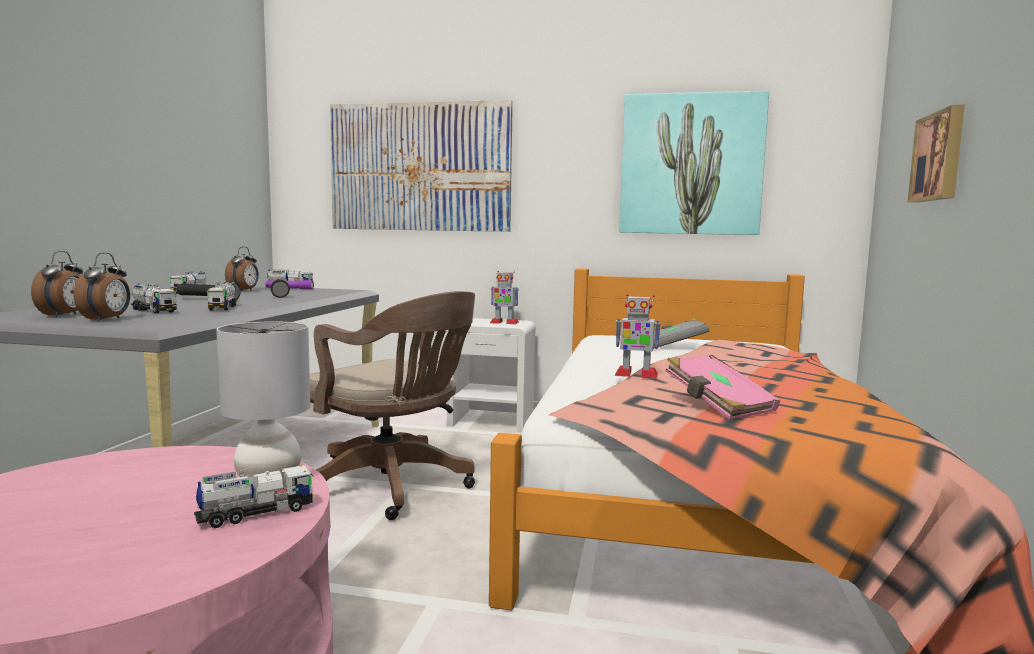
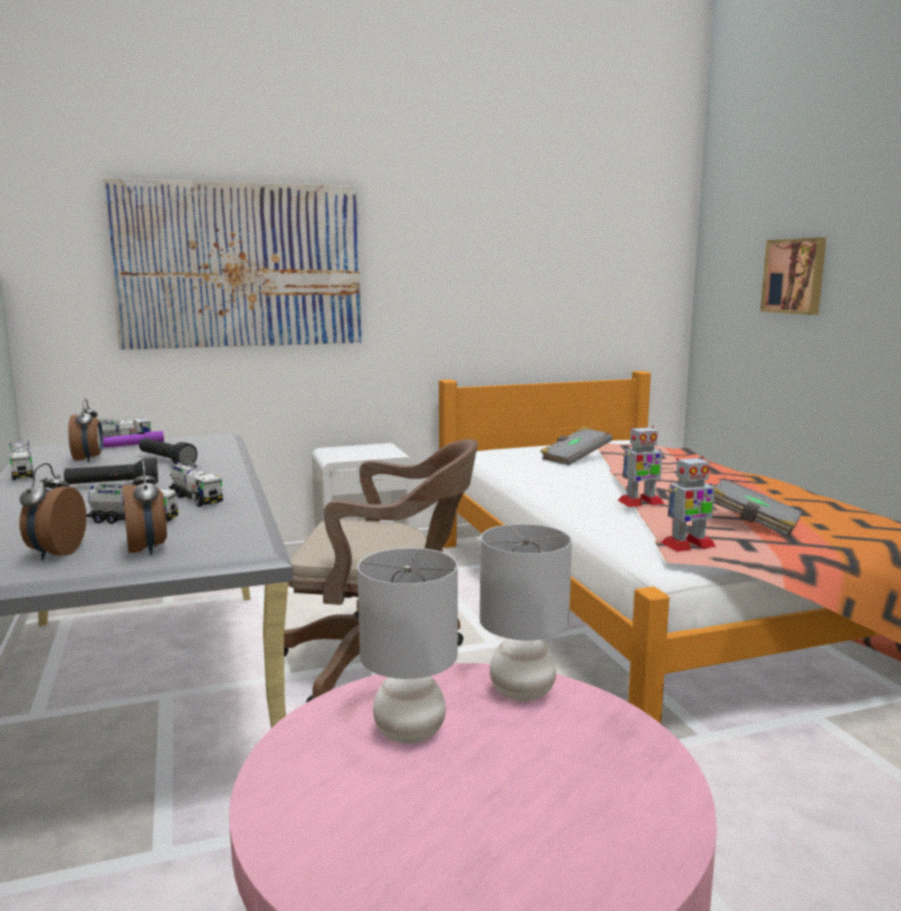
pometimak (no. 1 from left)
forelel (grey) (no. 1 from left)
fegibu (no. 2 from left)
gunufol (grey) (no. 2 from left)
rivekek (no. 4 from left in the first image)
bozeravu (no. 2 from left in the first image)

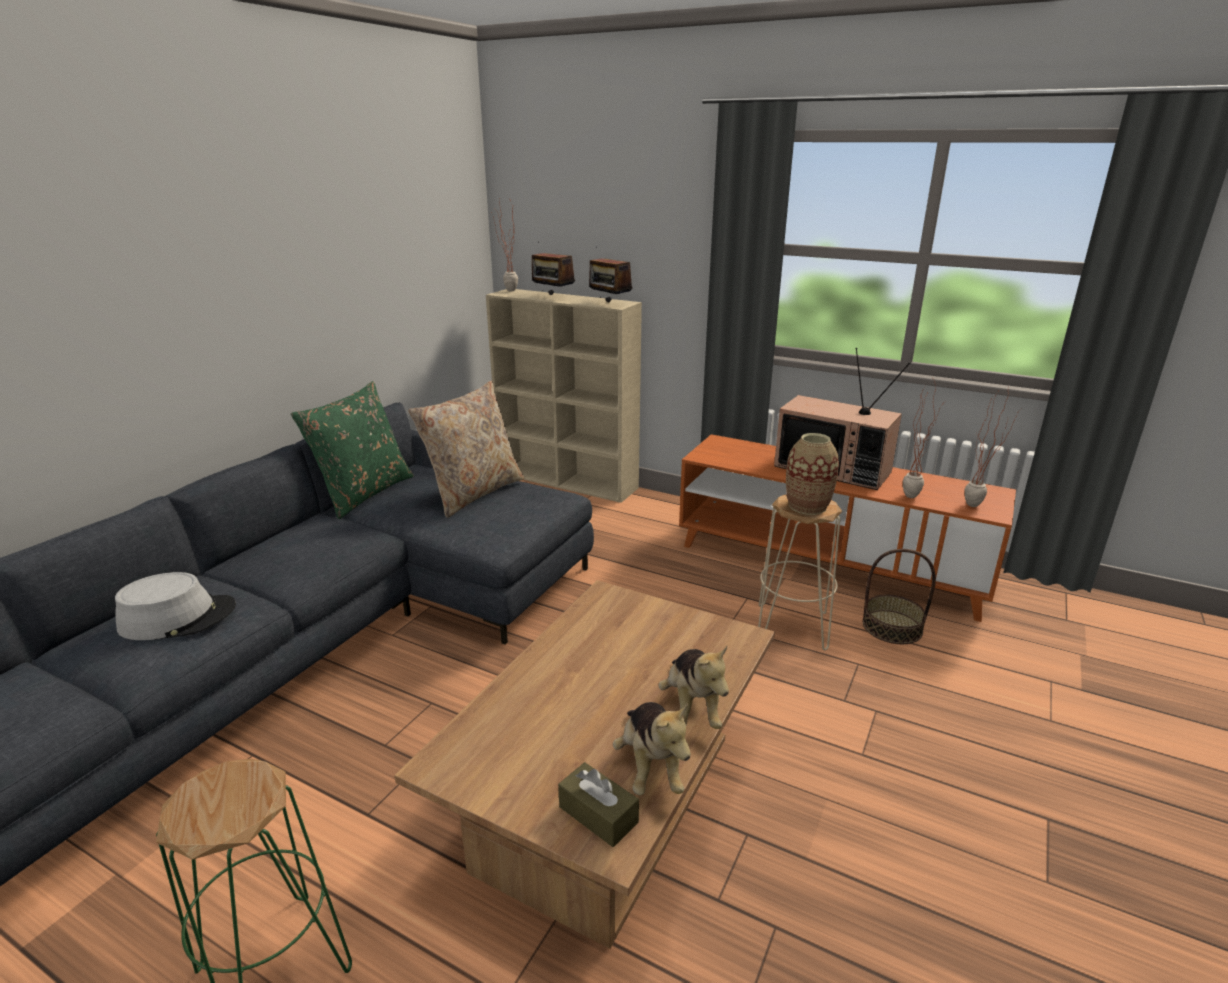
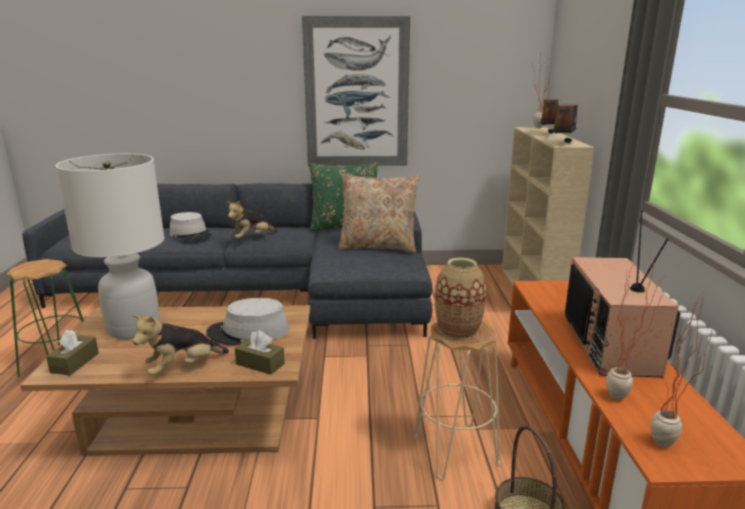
forelel (white)
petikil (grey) (no. 2 from left)
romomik (no. 2 from left)
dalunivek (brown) (no. 2 from left)
bozeravu

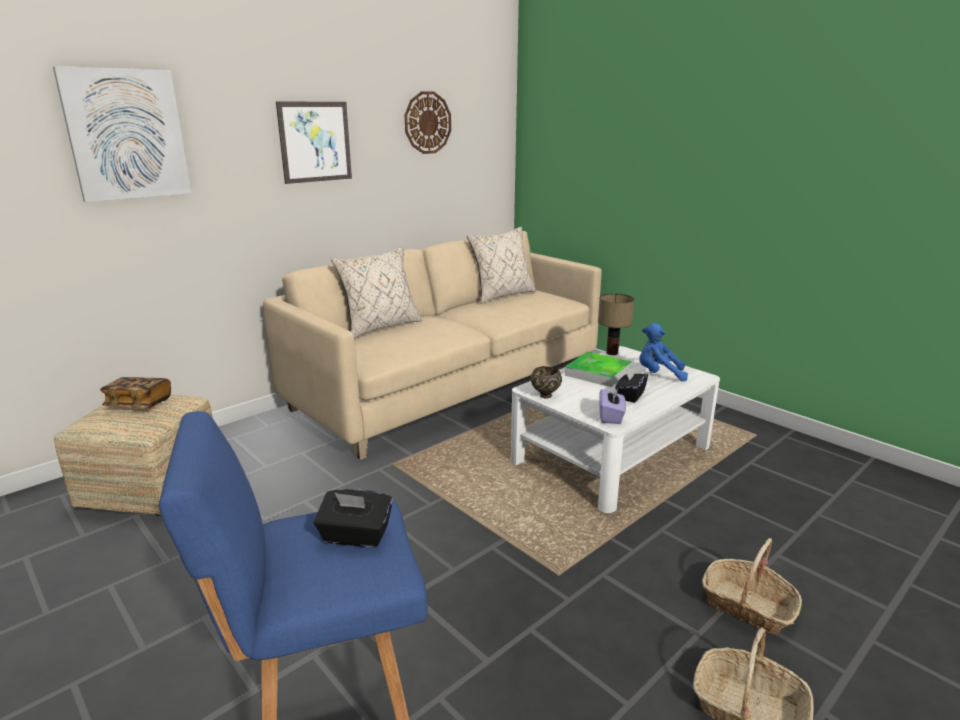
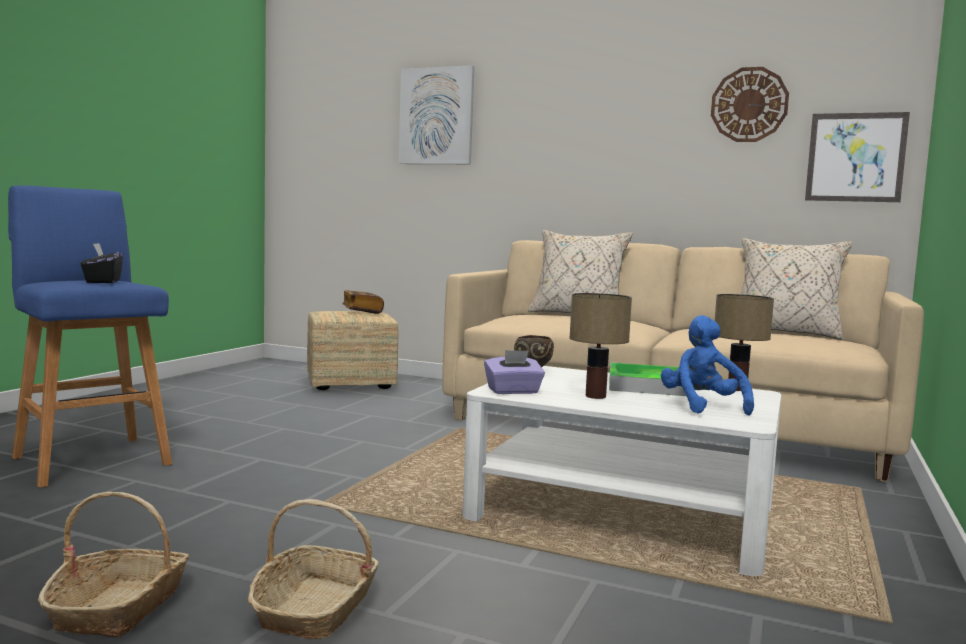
forelel (no. 1 from left)
bozeravu (no. 2 from left)

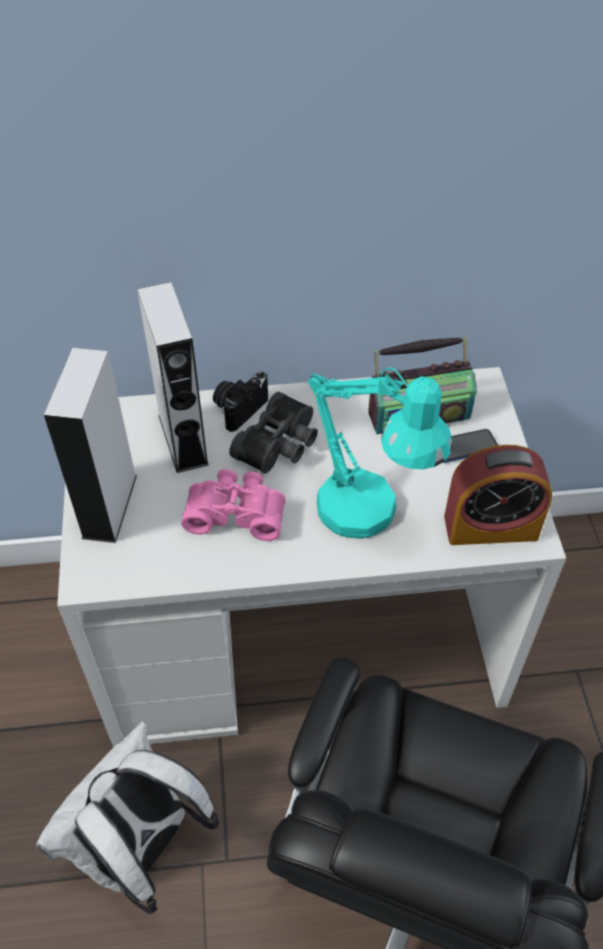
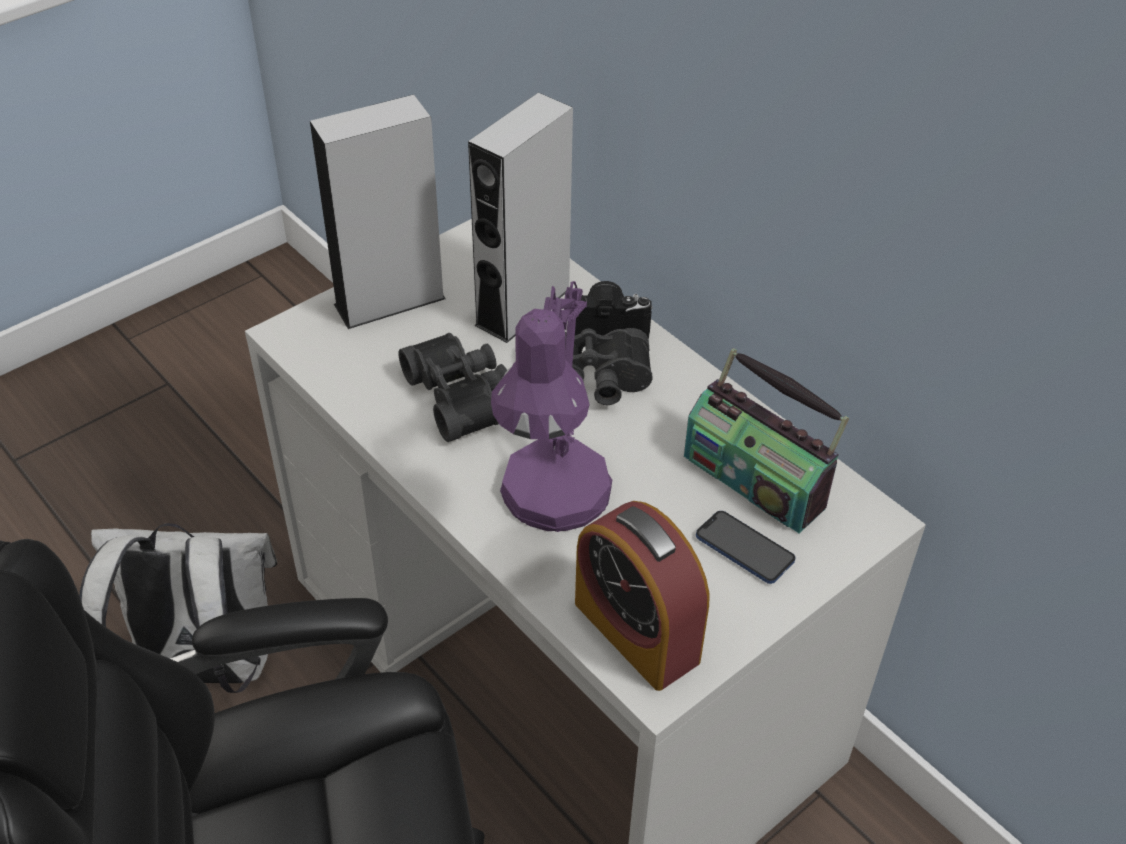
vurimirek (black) (no. 1 from left)
forelel (purple)

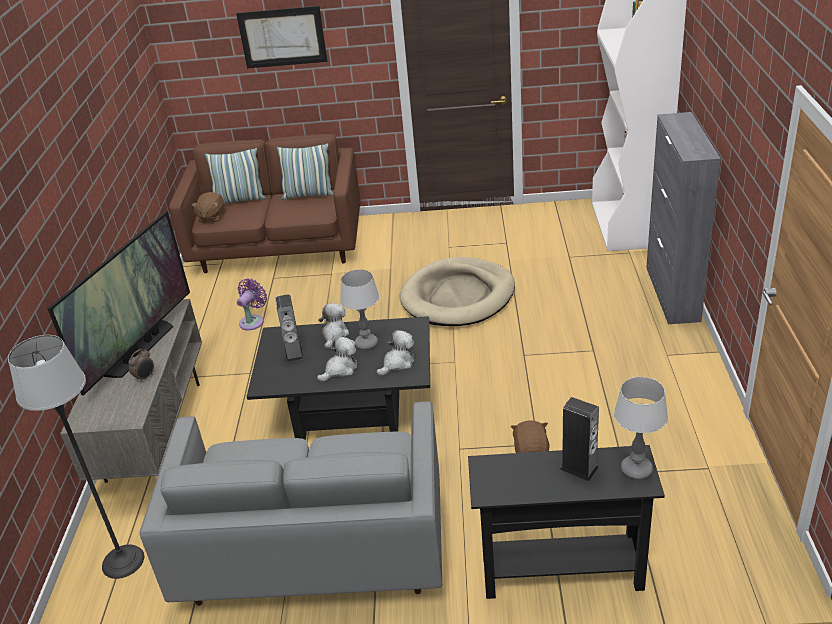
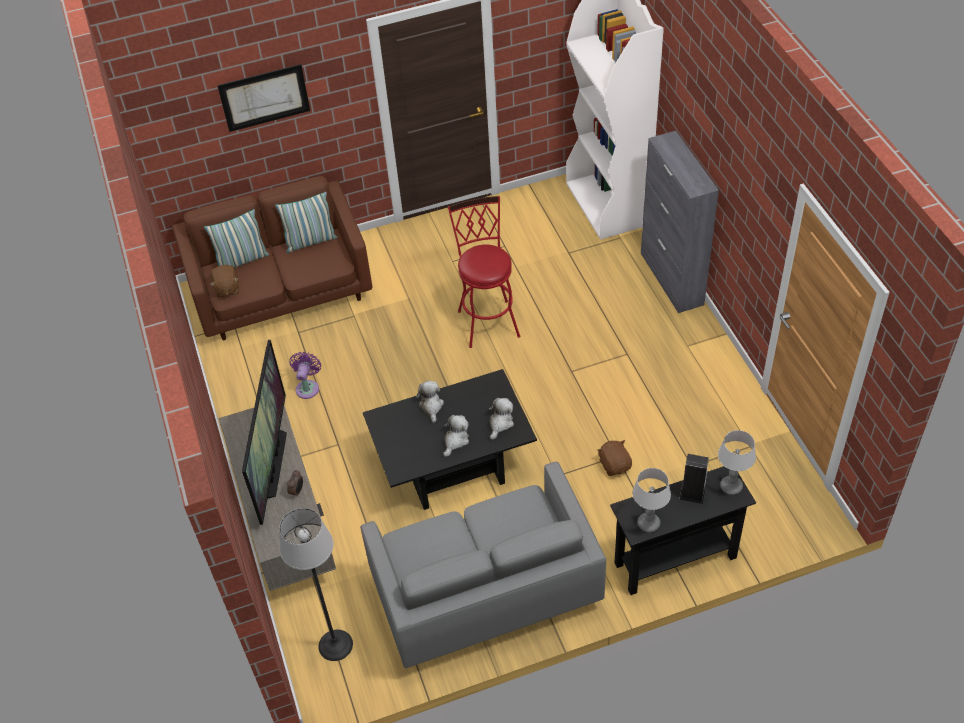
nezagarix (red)
forelel (no. 1 from left)
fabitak (no. 1 from left in the first image)

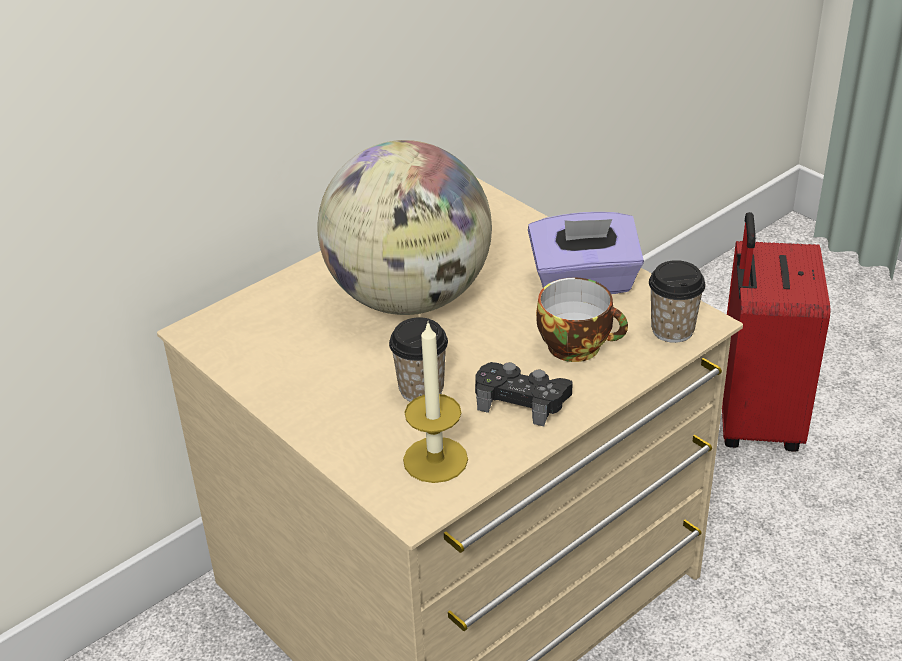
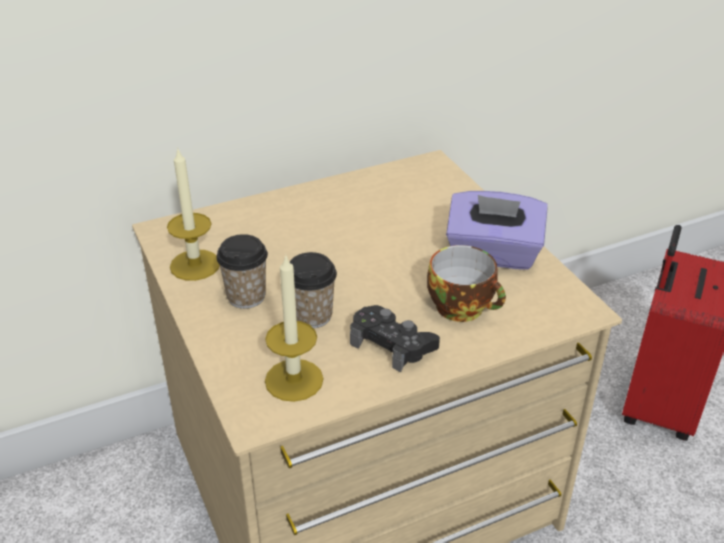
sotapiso (no. 1 from left)
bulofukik (no. 1 from left)
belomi

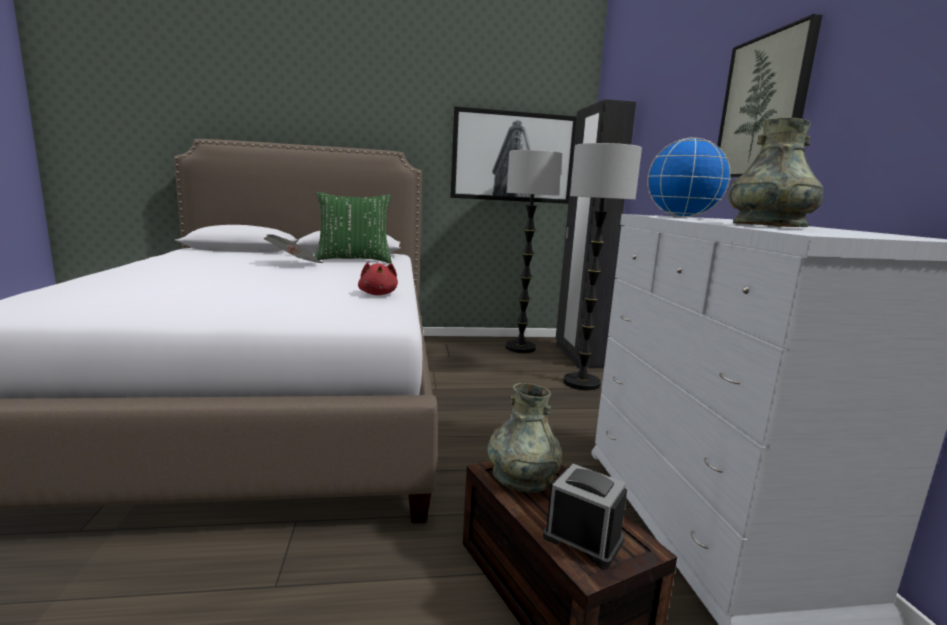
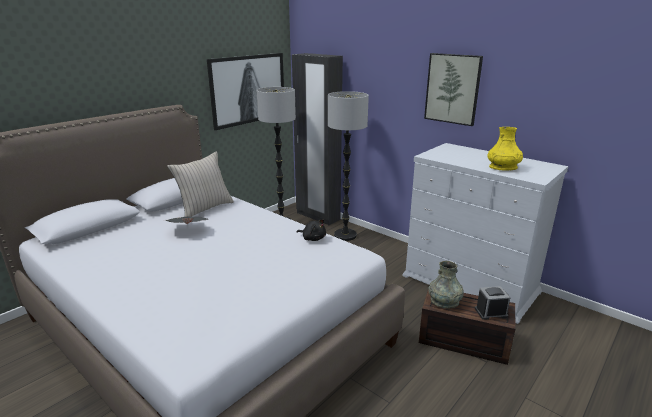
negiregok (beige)
romomik (black)
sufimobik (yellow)
belomi

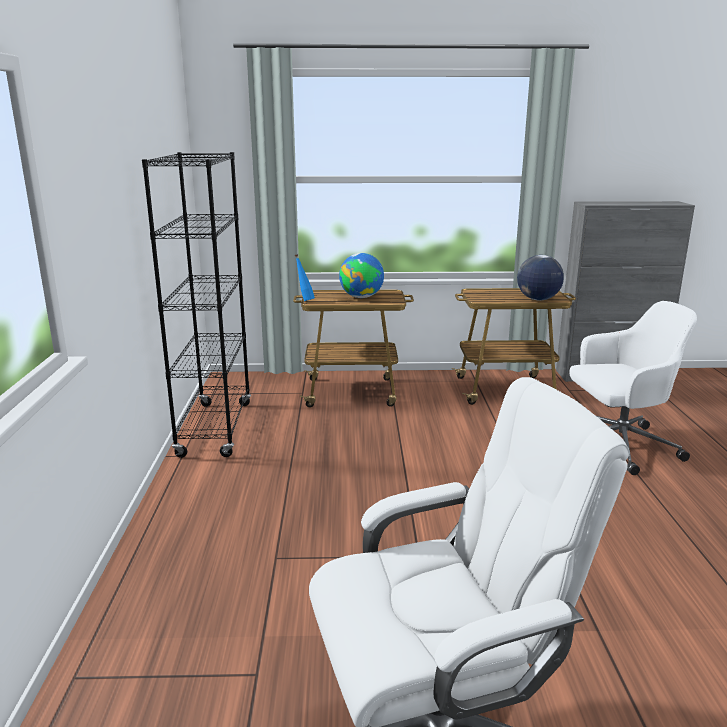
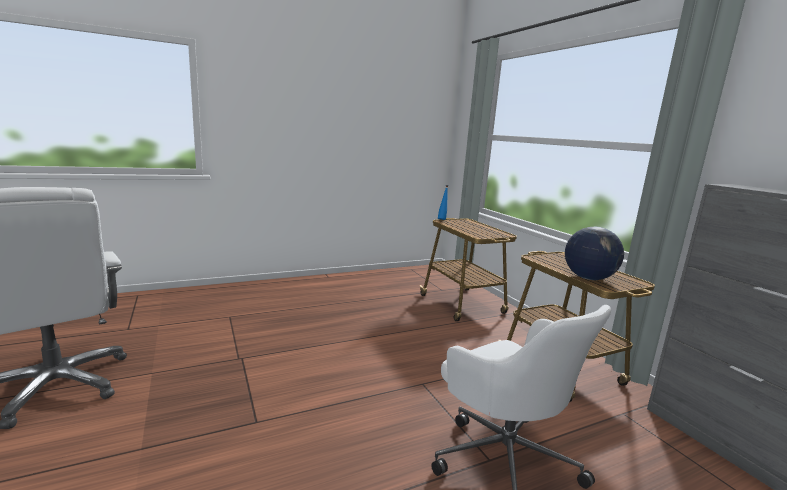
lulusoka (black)
belomi (no. 1 from left in the first image)

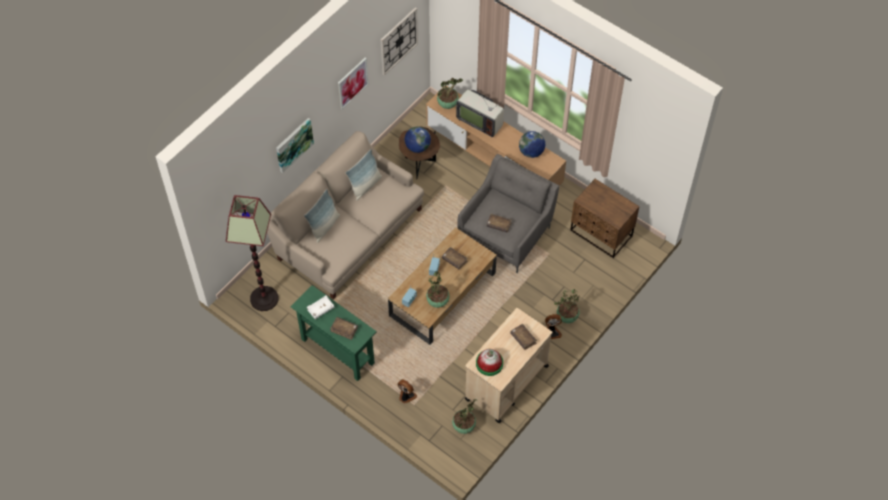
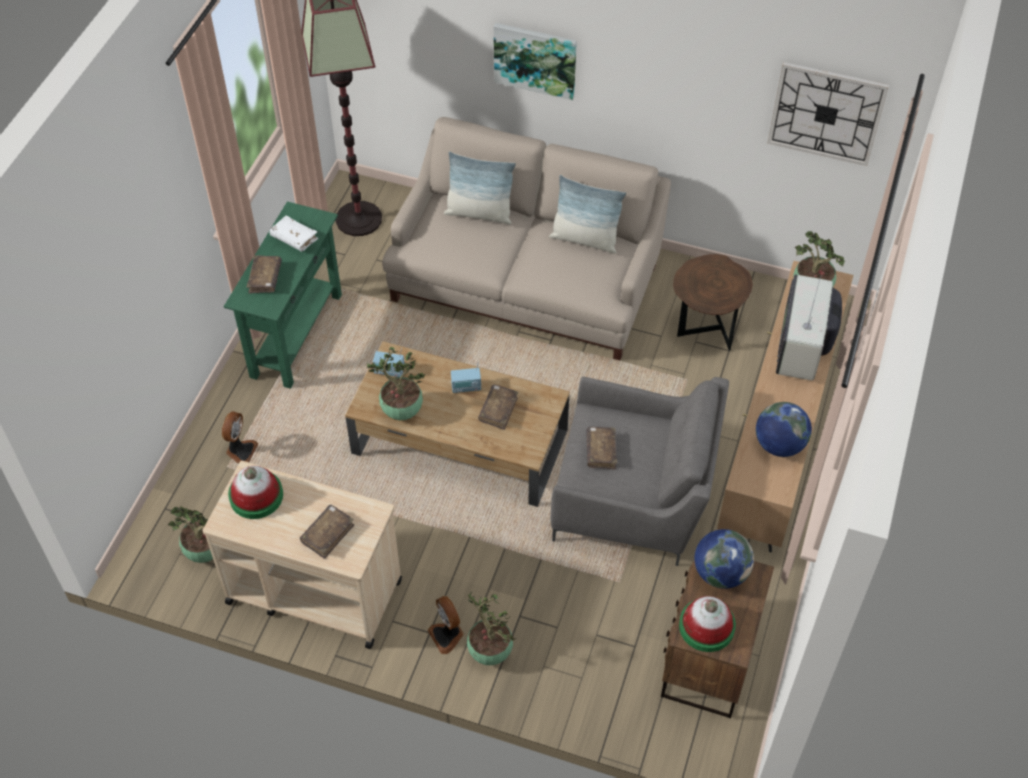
petikil (no. 2 from left)
belomi (no. 1 from left)
bozeravu (no. 2 from left in the first image)

